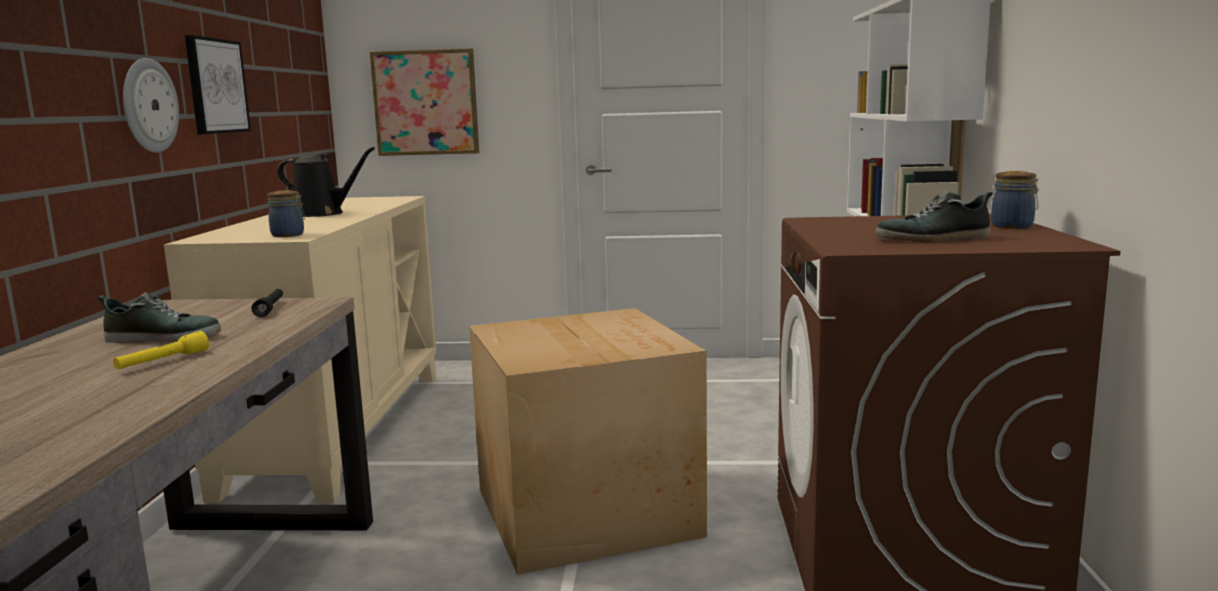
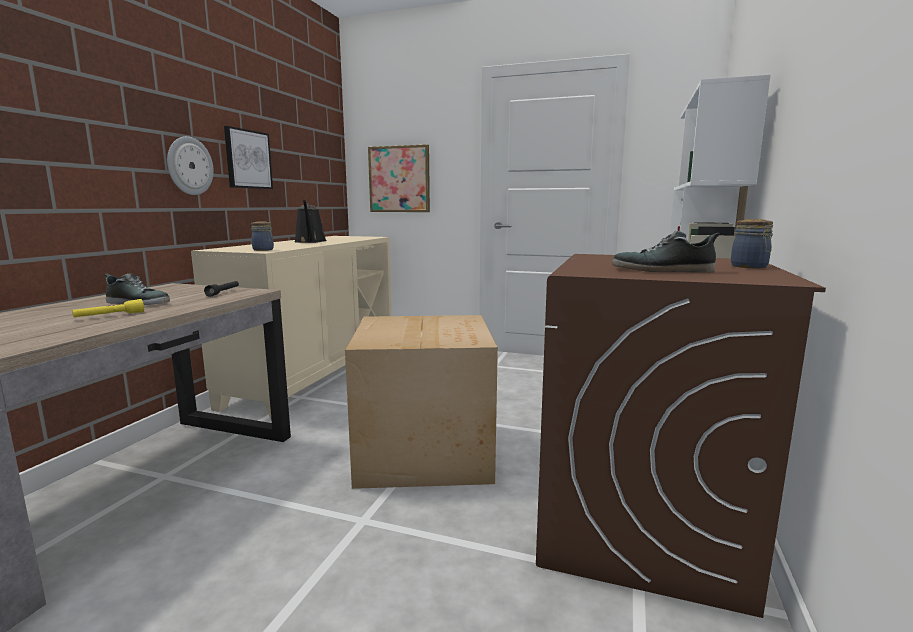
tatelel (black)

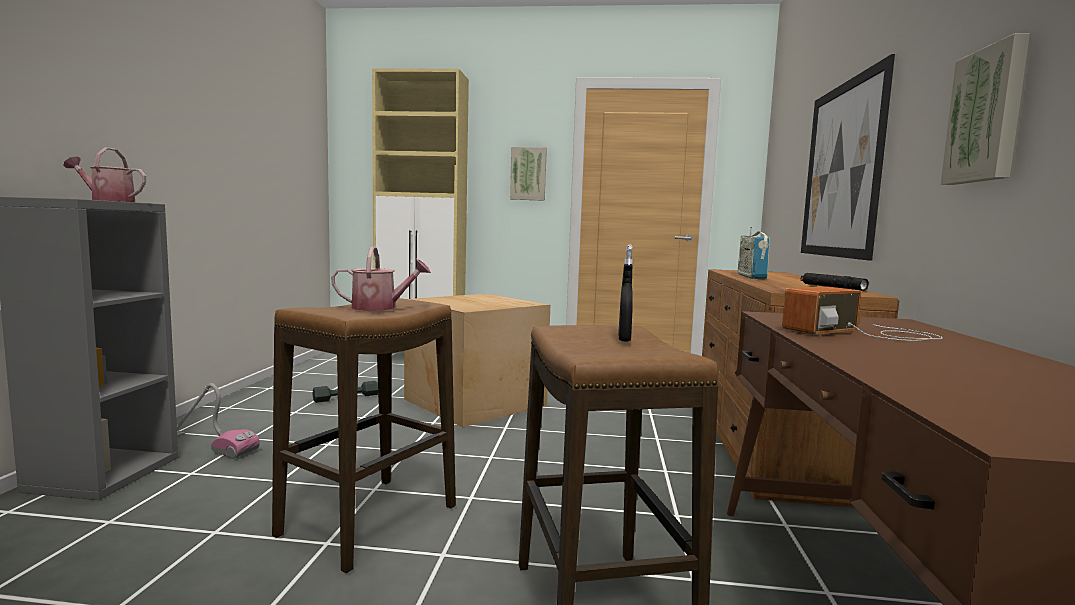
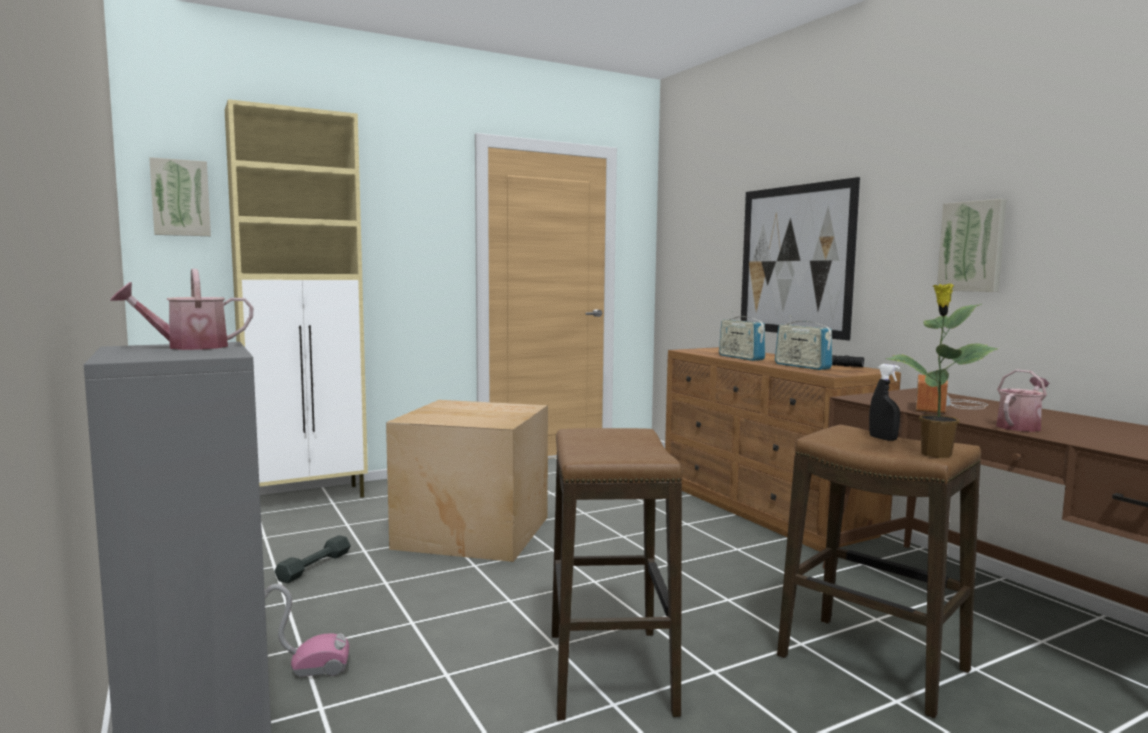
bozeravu (no. 1 from left)
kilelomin (no. 2 from left)
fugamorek
tatelel (no. 2 from left)

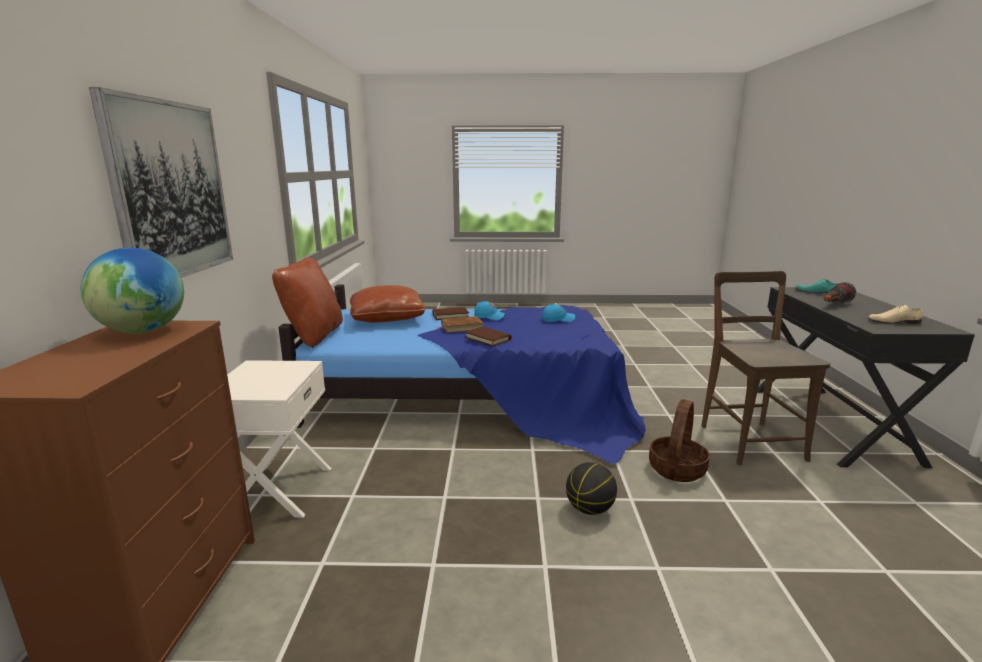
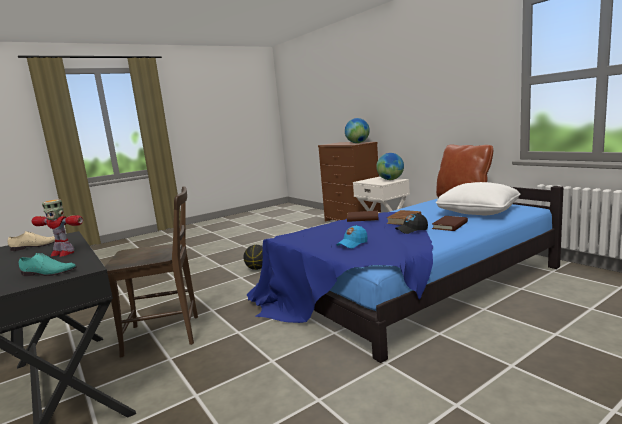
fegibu
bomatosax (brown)
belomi (no. 2 from left)
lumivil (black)
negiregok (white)
bozeravu
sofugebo

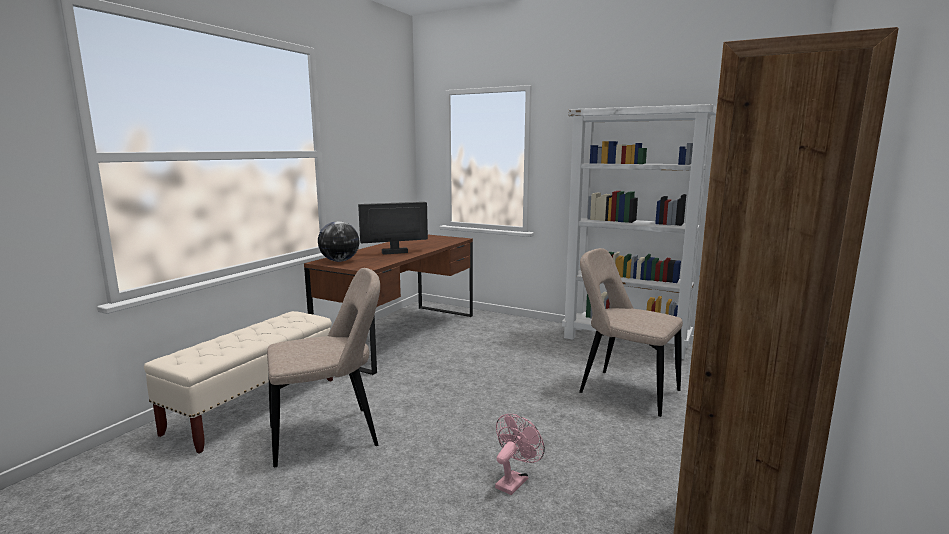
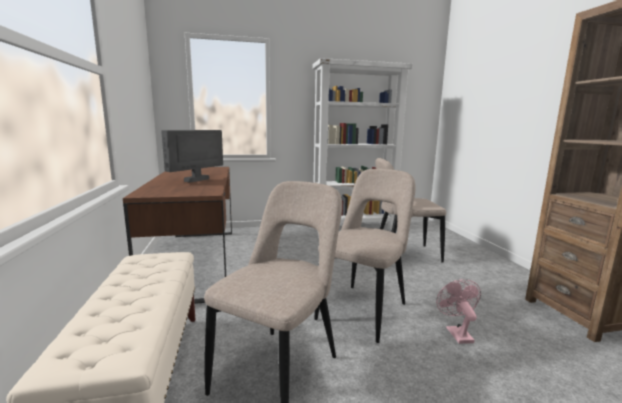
bomatosax (beige) (no. 2 from left)
belomi

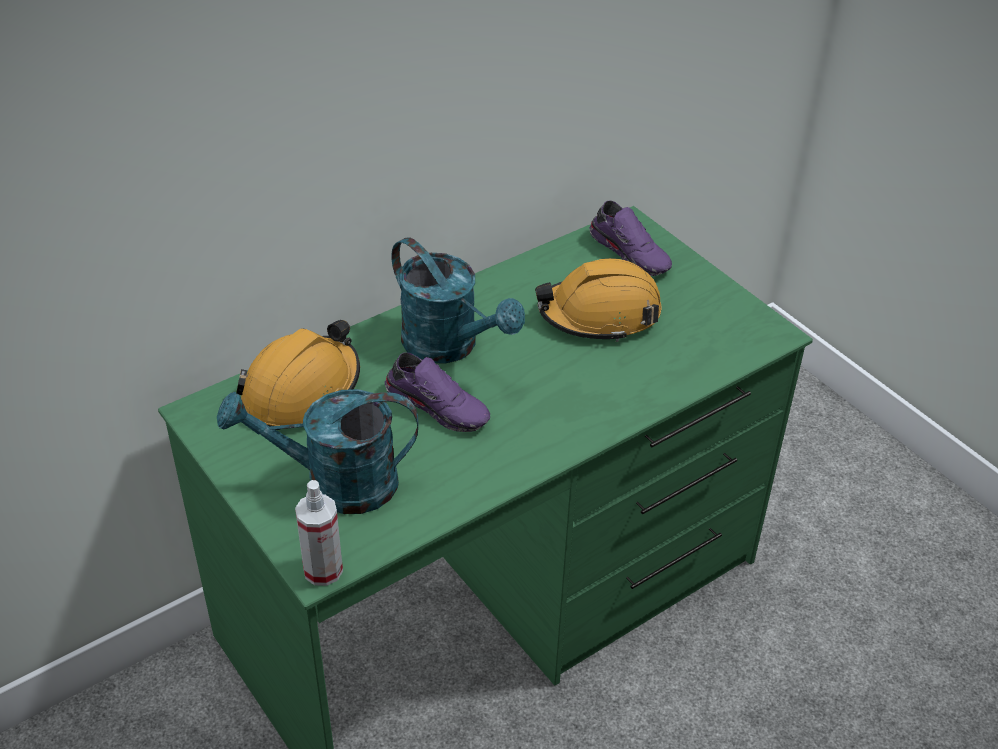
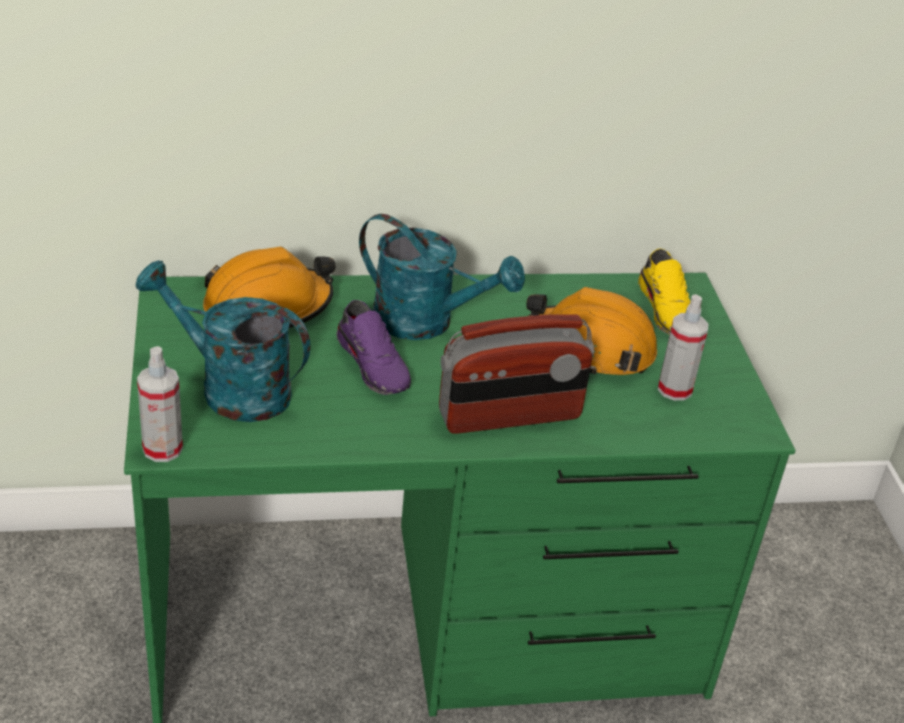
tatelel (turquoise) (no. 2 from left)
kilelomin
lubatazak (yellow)
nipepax (no. 2 from left)

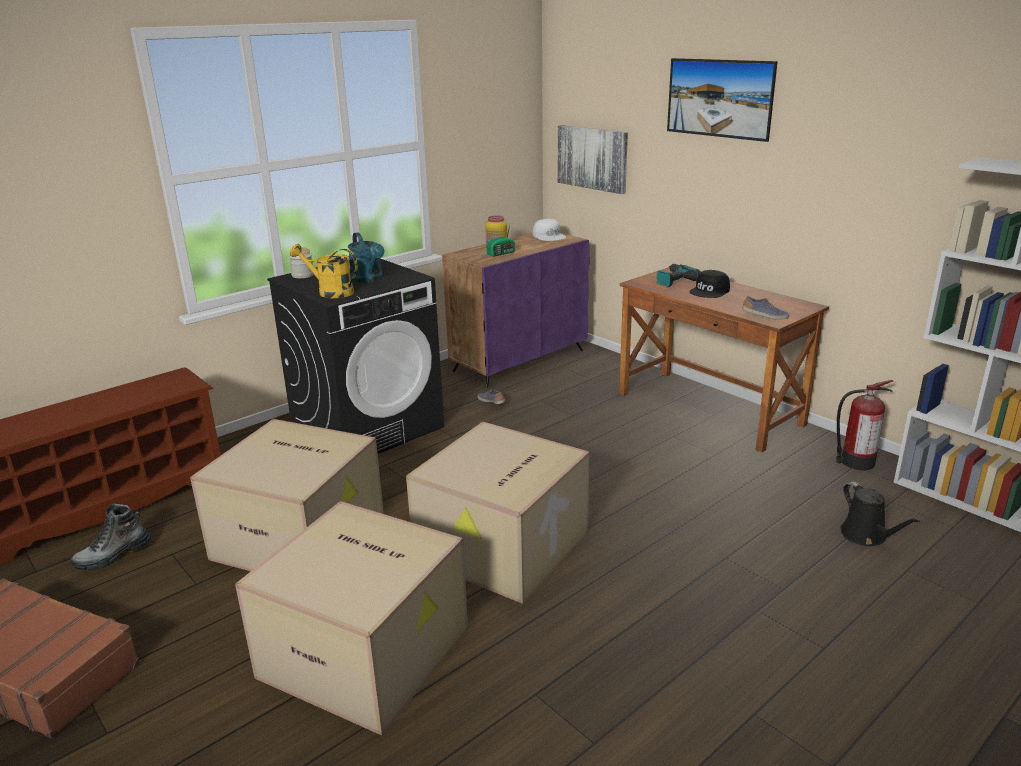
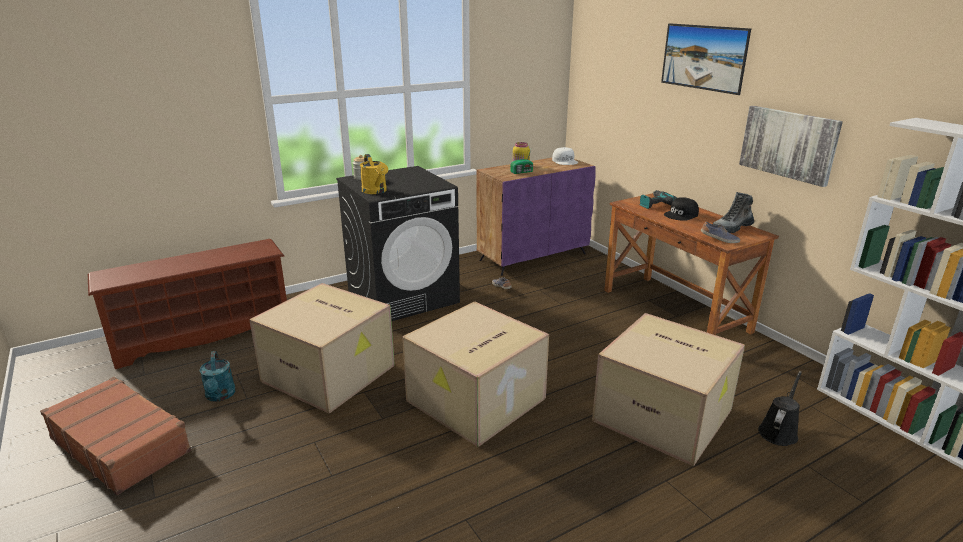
tatelel (turquoise)
tatelel (yellow)
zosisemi (no. 3 from left)
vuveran
bozeravu (no. 2 from left)
tatelel (black)
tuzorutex

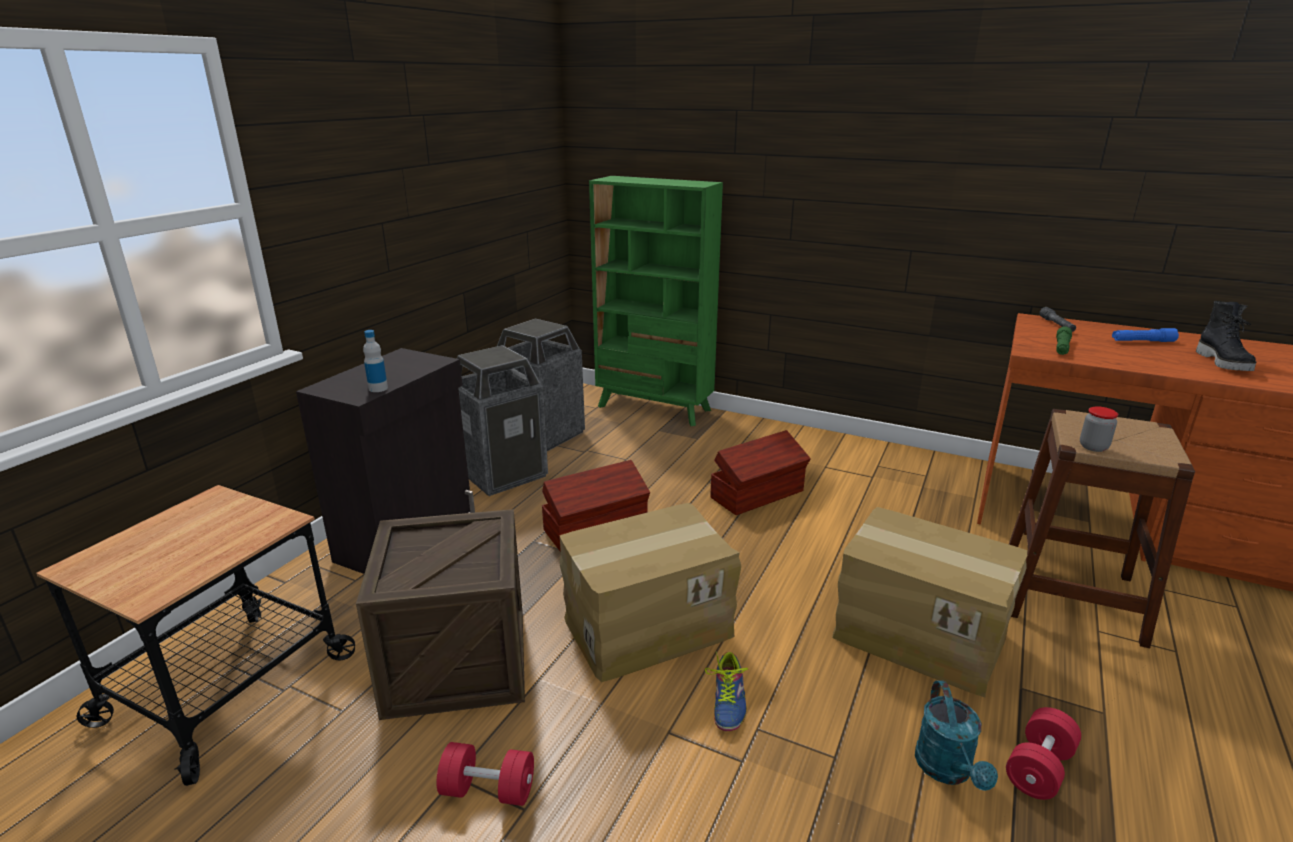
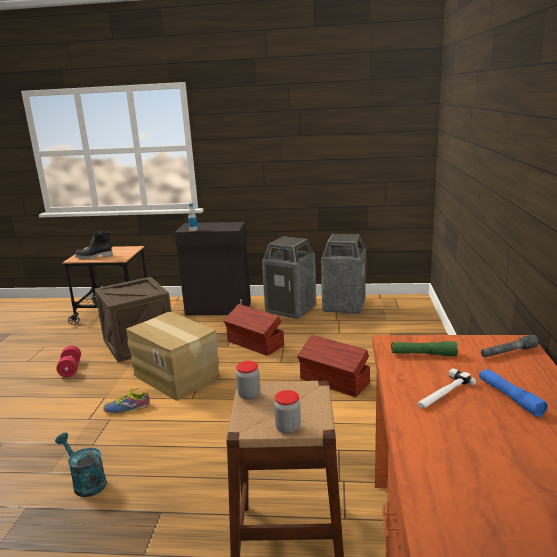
tatelel (turquoise)
vuveran (black)
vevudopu (no. 2 from left)
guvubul
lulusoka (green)
zosisemi (no. 2 from left in the first image)
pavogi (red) (no. 2 from left in the first image)

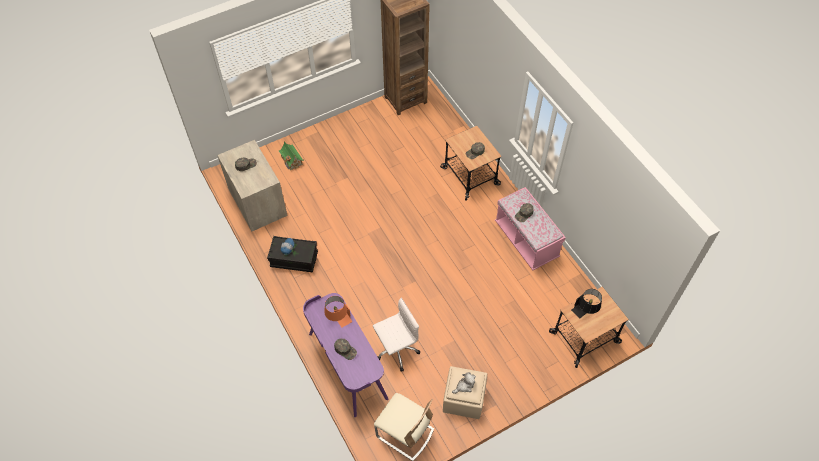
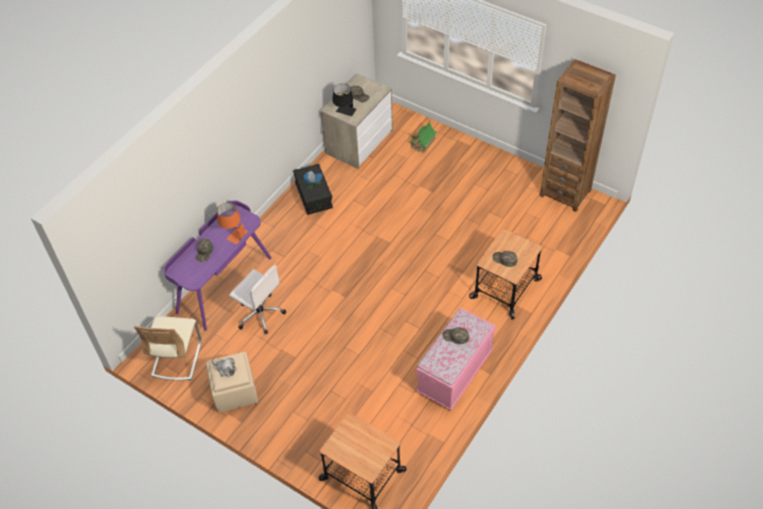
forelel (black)

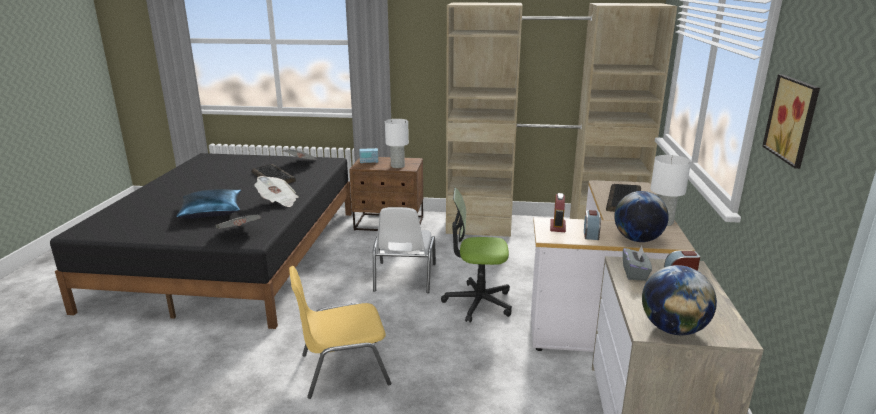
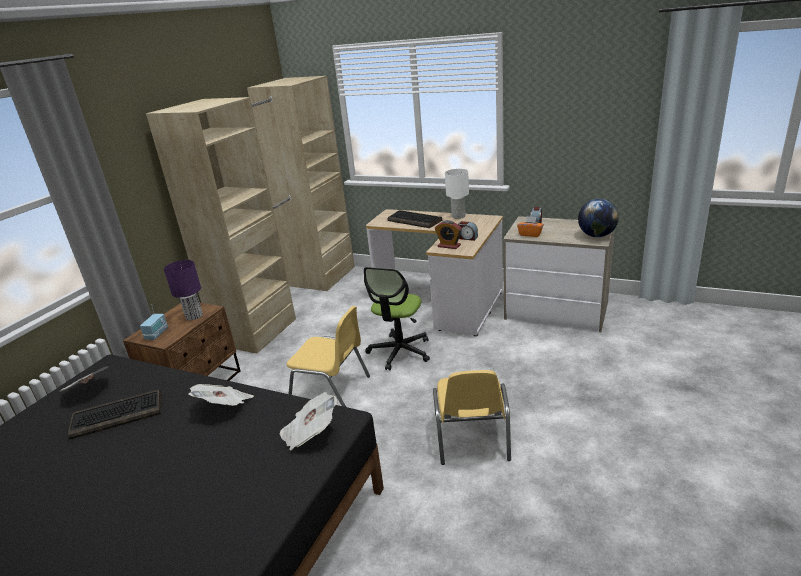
forelel (purple)
bomatosax (yellow) (no. 1 from left)
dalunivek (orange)
negiregok (blue)
belomi (no. 1 from left in the first image)
bozeravu

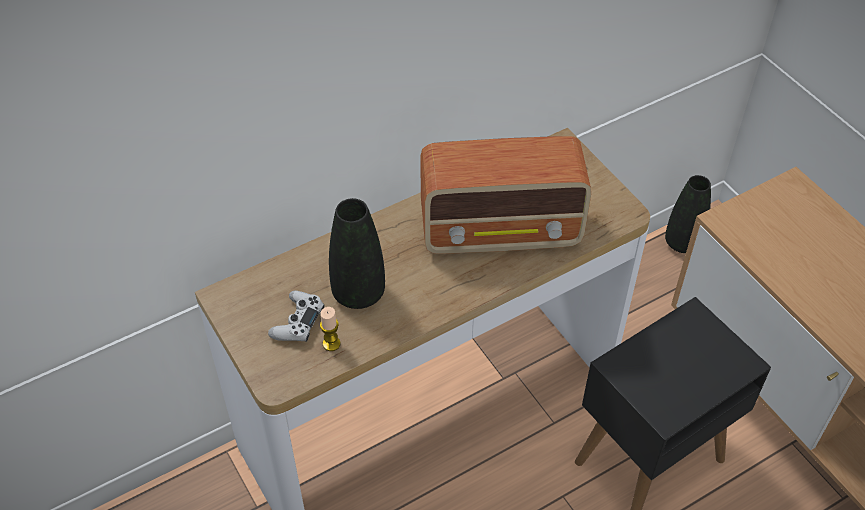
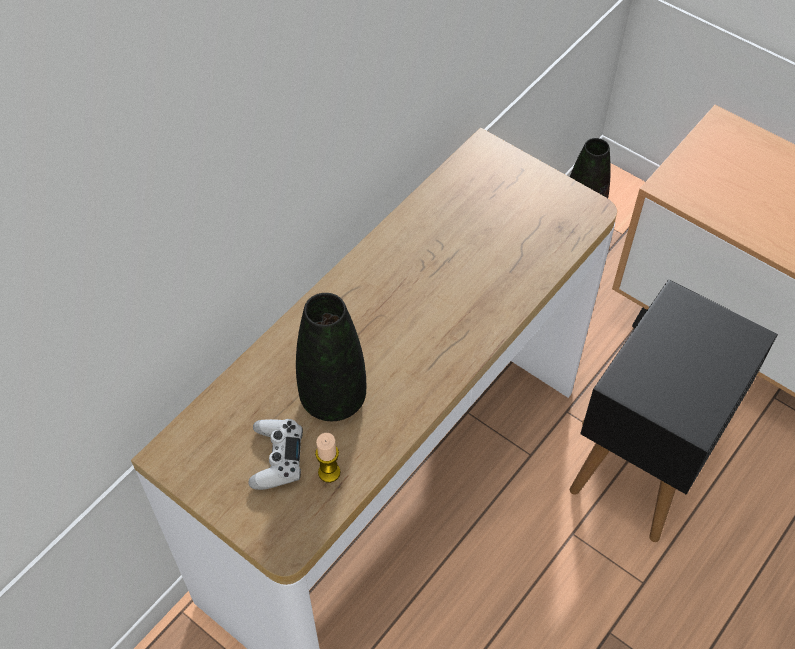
kilelomin

